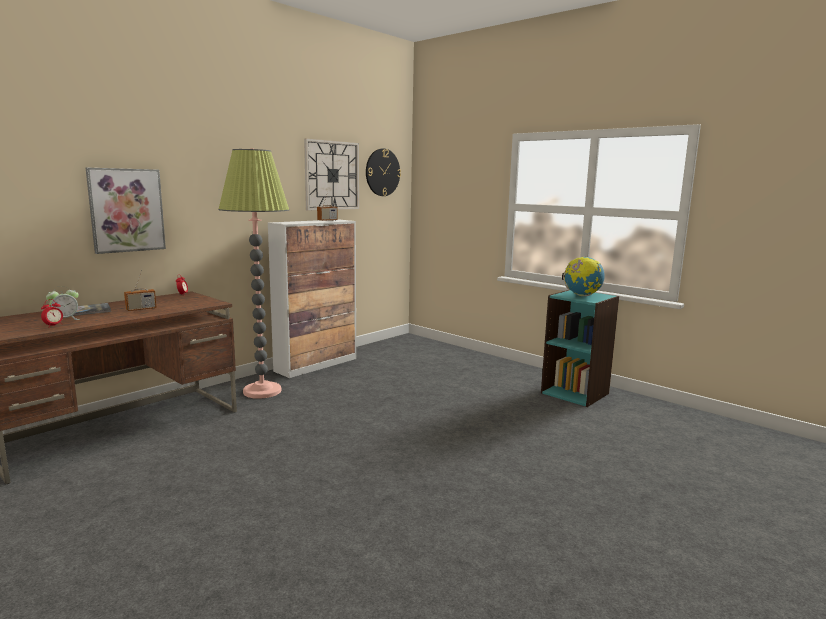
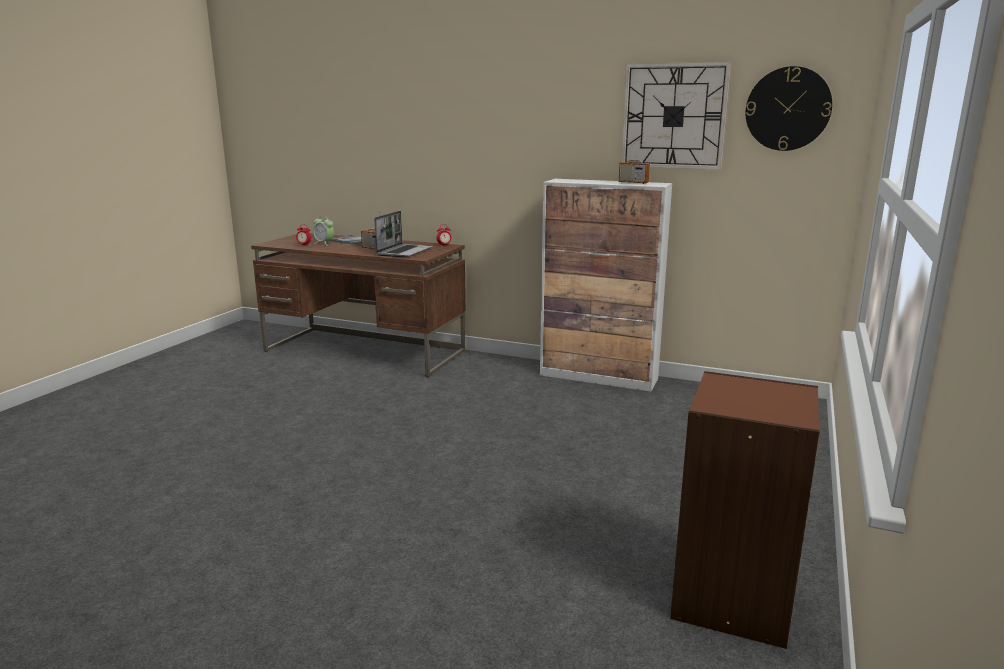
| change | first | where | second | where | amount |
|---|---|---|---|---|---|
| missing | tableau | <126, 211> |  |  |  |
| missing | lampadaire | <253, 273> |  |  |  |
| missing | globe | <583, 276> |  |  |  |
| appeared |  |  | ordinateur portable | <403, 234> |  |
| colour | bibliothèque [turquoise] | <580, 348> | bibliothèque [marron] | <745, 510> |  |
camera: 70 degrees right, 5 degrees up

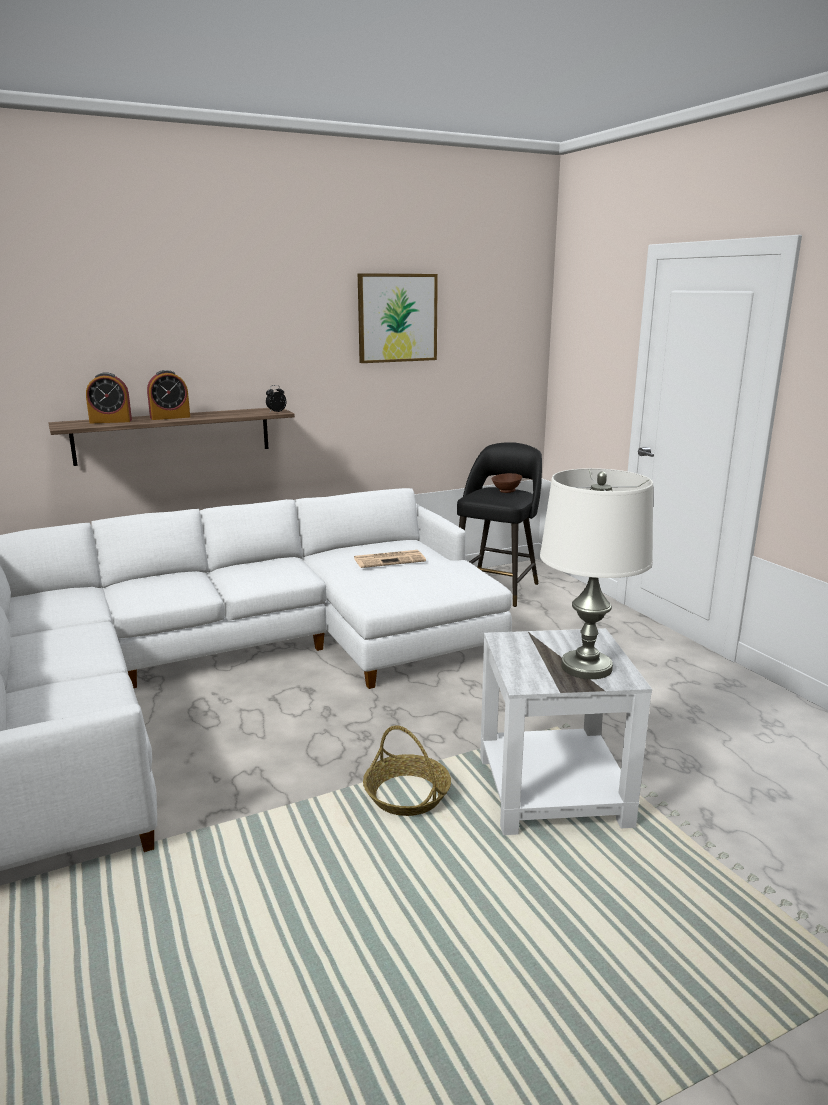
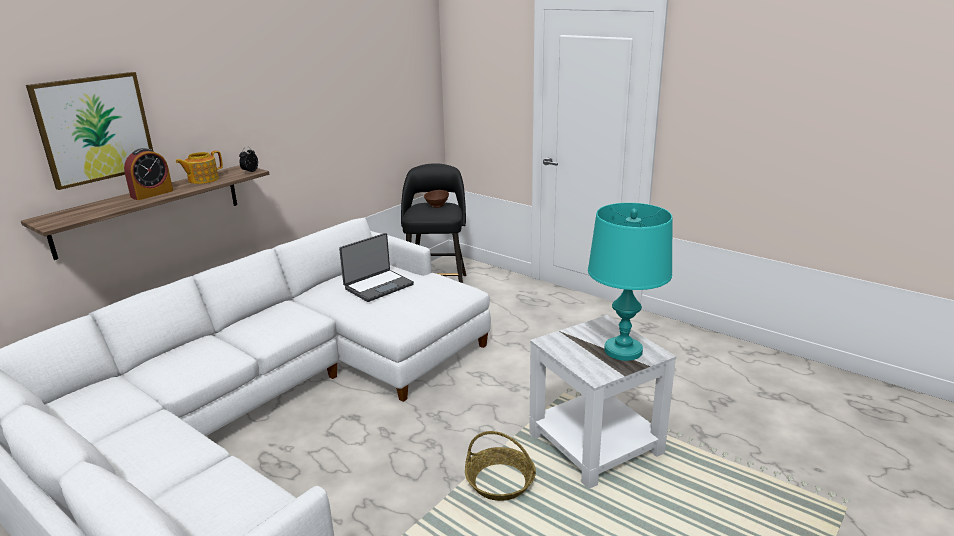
| change | first | where | second | where | amount |
|---|---|---|---|---|---|
| missing | réveil | <109, 398> |  |  |  |
| appeared |  |  | théière | <199, 167> |  |
| relocated | tableau | <398, 318> |  | <89, 131> |  |
| exchanged | journal | <390, 559> | ordinateur portable | <376, 267> |  |
| colour | lampe de table [blanc] | <596, 573> | lampe de table [turquoise] | <630, 282> |  |
camera: 25 degrees left, 5 degrees up

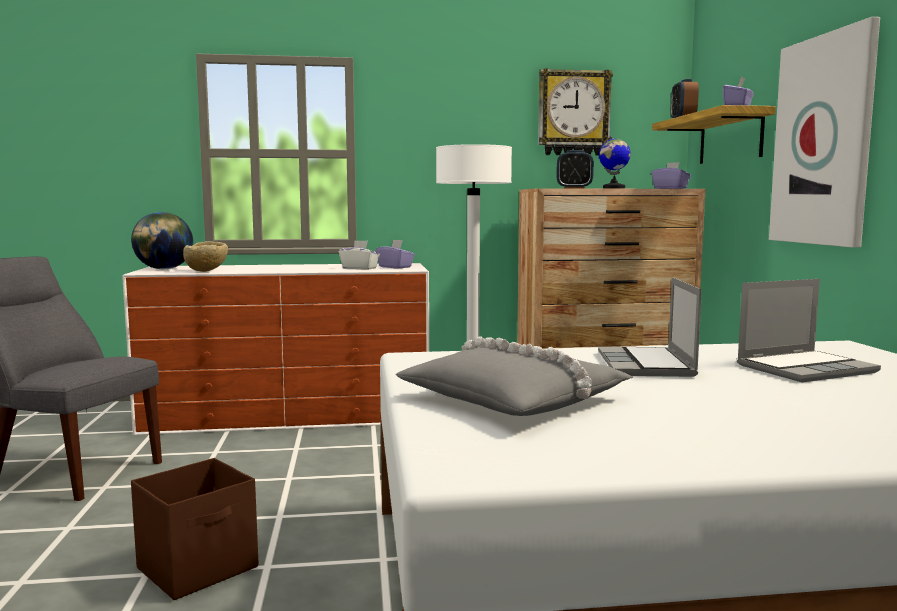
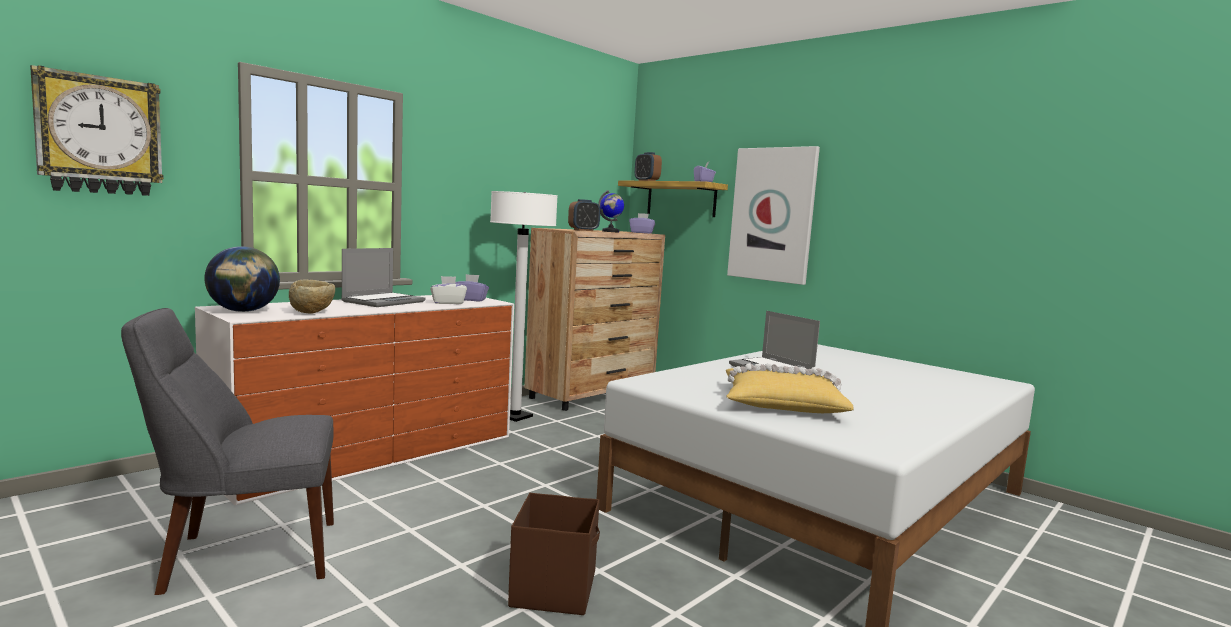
| change | first | where | second | where | amount |
|---|---|---|---|---|---|
| relocated | horloge murale | <575, 112> |  | <97, 130> |  |
| relocated | ordinateur portable | <809, 330> |  | <383, 277> |  |
| colour | coussin [gris] | <514, 376> | coussin [jaune] | <790, 388> |  |
camera: 40 degrees left, 0 degrees up

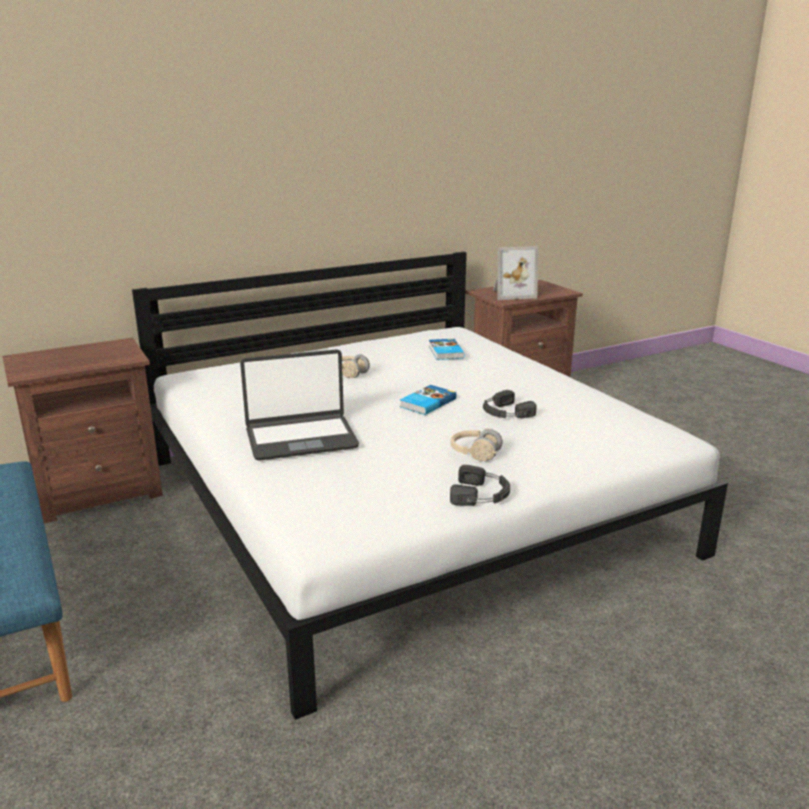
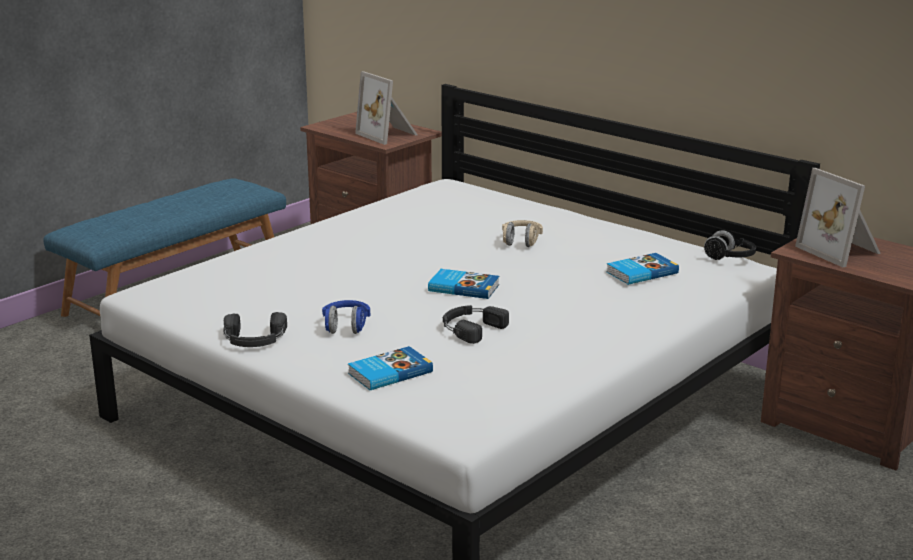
| change | first | where | second | where | amount |
|---|---|---|---|---|---|
| missing | ordinateur portable | <299, 405> |  |  |  |
| appeared |  |  | livre | <390, 368> |  |
| appeared |  |  | cadre photo | <386, 108> |  |
| appeared |  |  | casque audio [noir] | <730, 245> |  |
| colour | casque audio [beige] | <476, 444> | casque audio [bleu] | <346, 317> |  |
camera: 70 degrees right, 0 degrees up

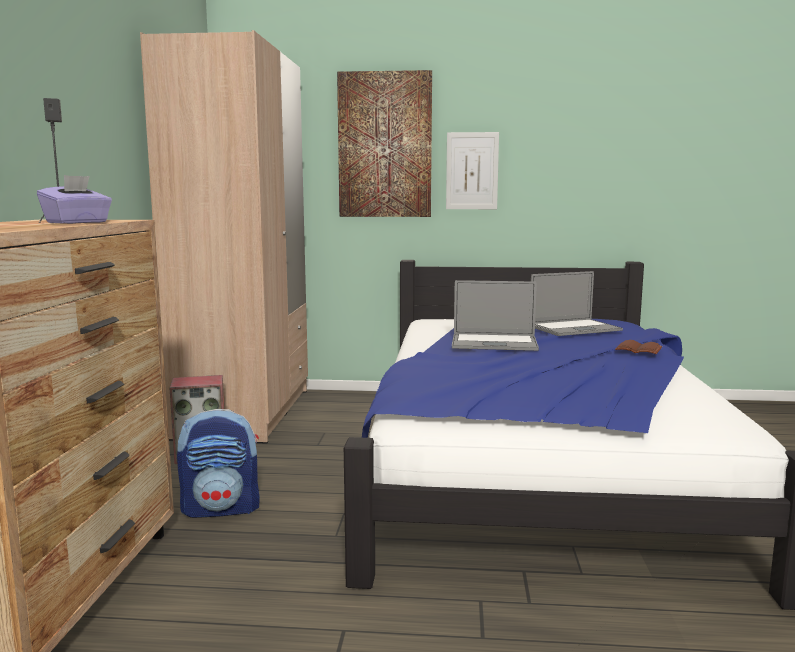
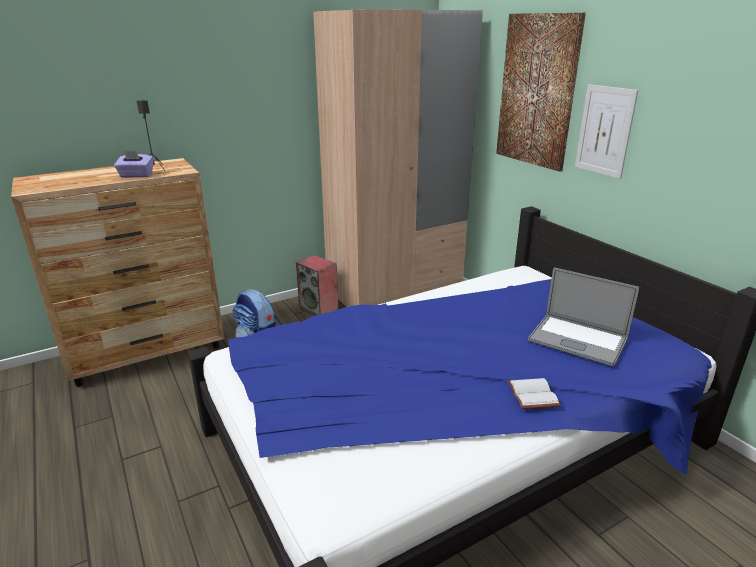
| change | first | where | second | where | amount |
|---|---|---|---|---|---|
| missing | ordinateur portable | <495, 315> |  |  |  |
| colour | livre [marron] | <638, 347> | livre [blanc] | <534, 393> |  |
camera: 55 degrees right, 15 degrees up

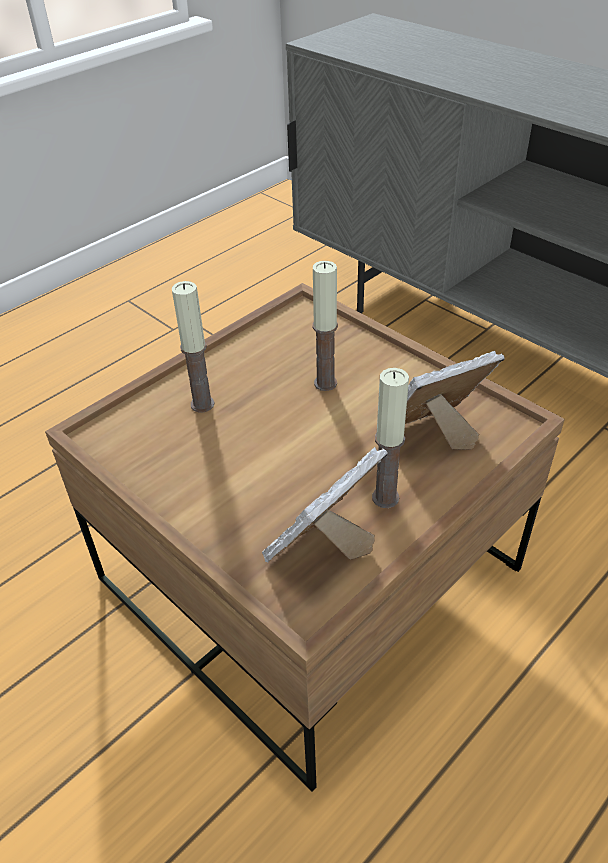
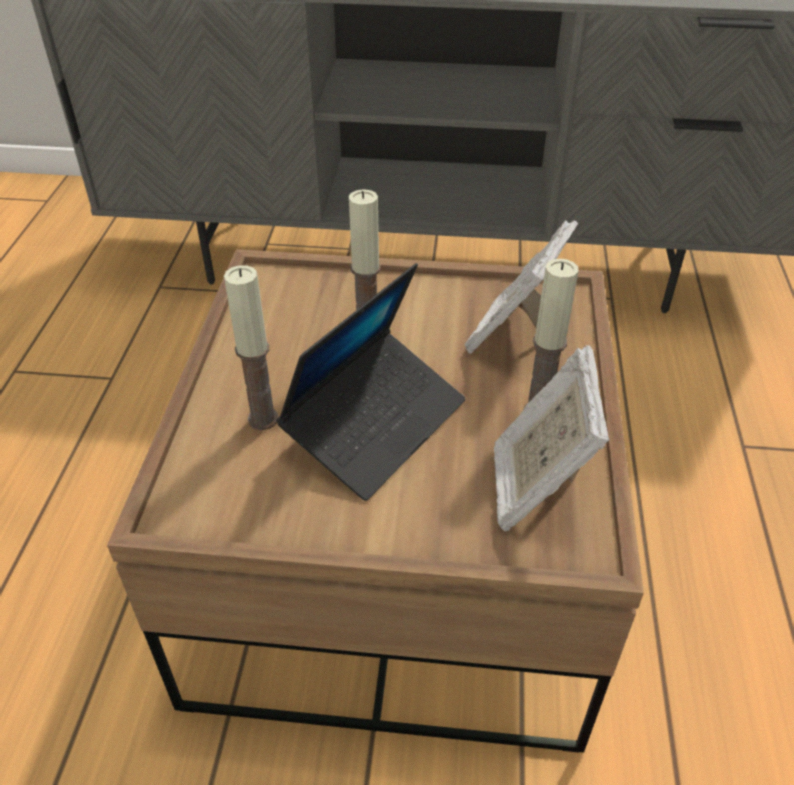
| change | first | where | second | where | amount |
|---|---|---|---|---|---|
| appeared |  |  | ordinateur portable | <370, 382> |  |
camera: 40 degrees left, 0 degrees up

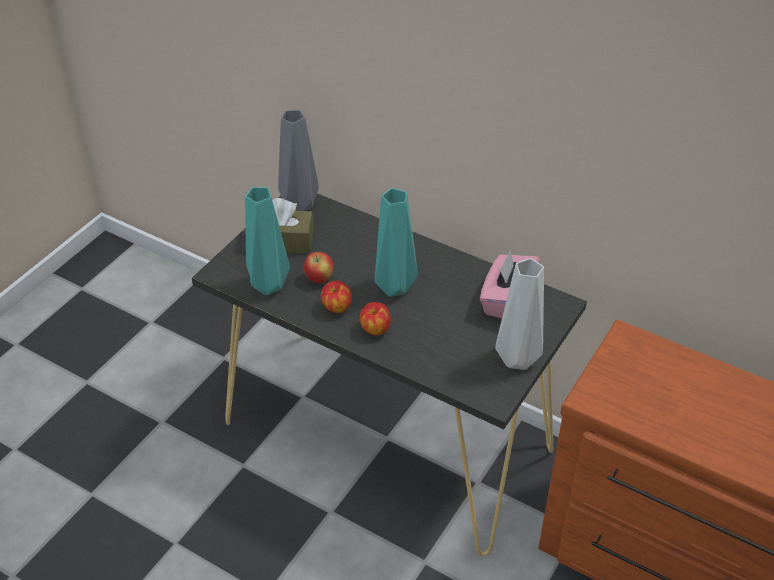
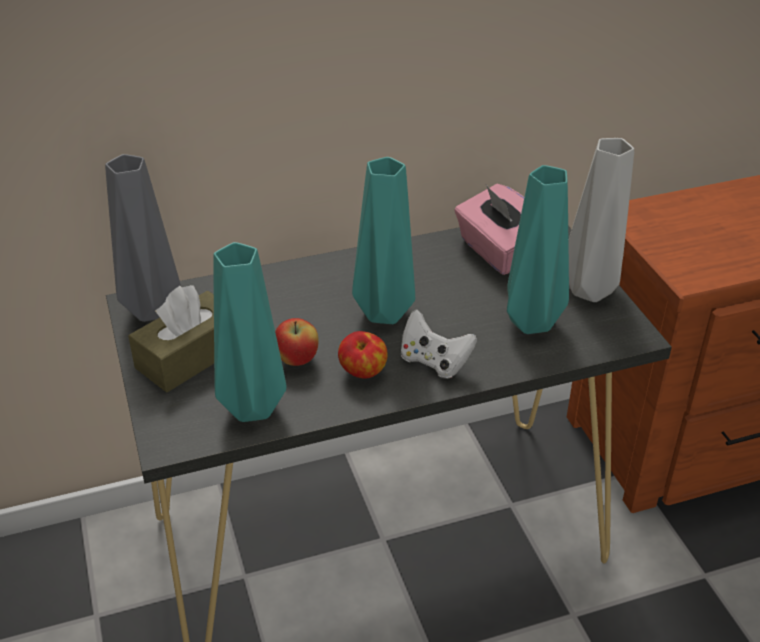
| change | first | where | second | where | amount |
|---|---|---|---|---|---|
| appeared |  |  | vase [turquoise] | <538, 249> |  |
| exchanged | pomme | <375, 318> | manette [blanc] | <439, 344> |  |
camera: 50 degrees left, 5 degrees down

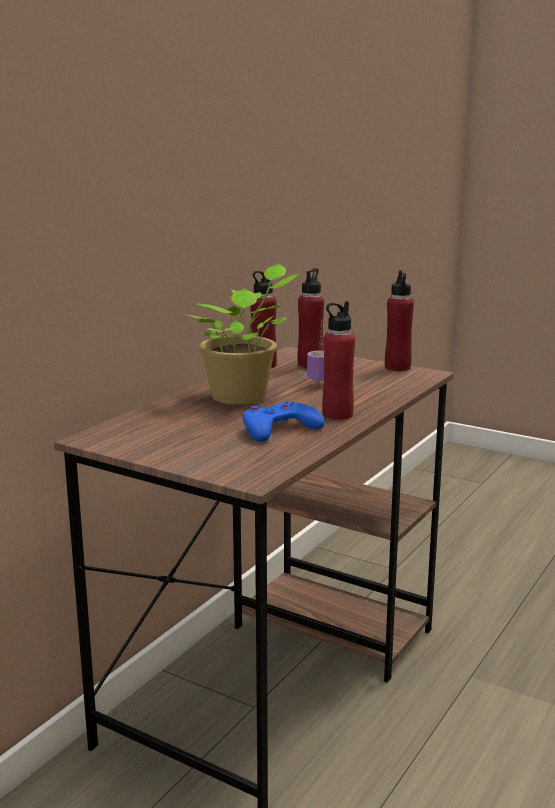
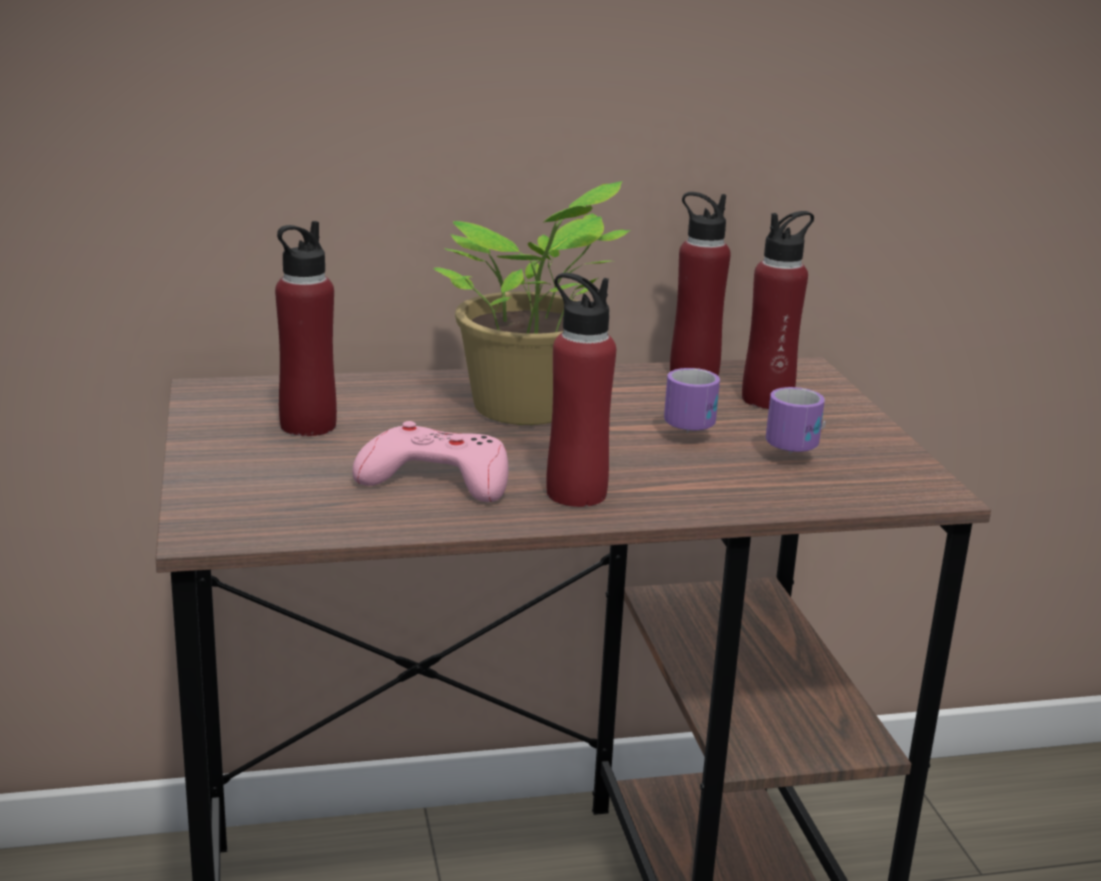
| change | first | where | second | where | amount |
|---|---|---|---|---|---|
| appeared |  |  | mug | <796, 420> |  |
| relocated | bouteille [rouge] | <399, 321> |  | <306, 328> |  |
| colour | manette [bleu] | <283, 422> | manette [rose] | <430, 461> |  |
camera: 45 degrees right, 5 degrees up

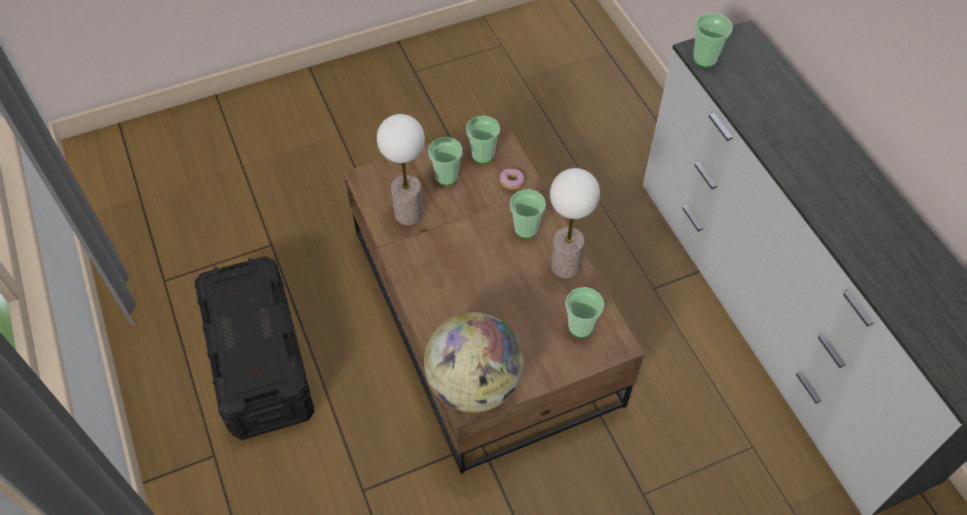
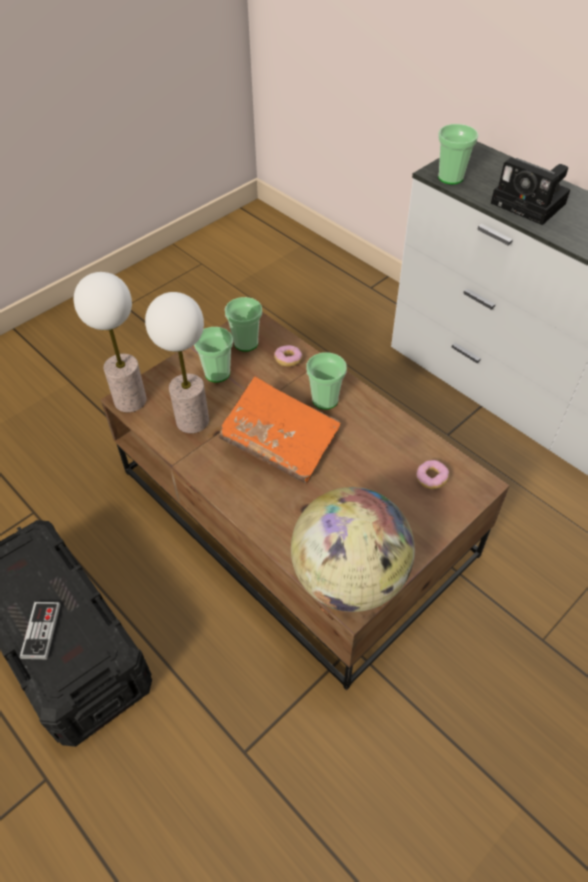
| change | first | where | second | where | amount |
|---|---|---|---|---|---|
| appeared |  |  | manette | <40, 630> |  |
| appeared |  |  | livre [orange] | <279, 429> |  |
| appeared |  |  | appareil photo | <530, 191> |  |
| relocated | lampe de table | <575, 223> |  | <110, 342> |  |
| exchanged | tasse | <584, 312> | beignet | <432, 474> |  |
camera: 20 degrees left, 5 degrees down

